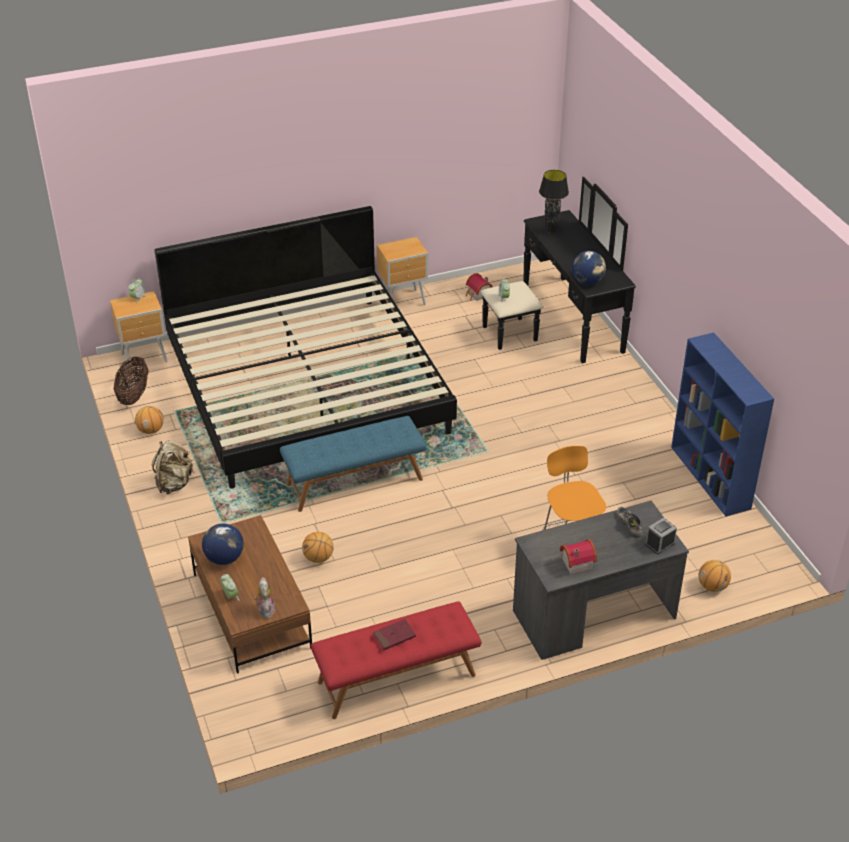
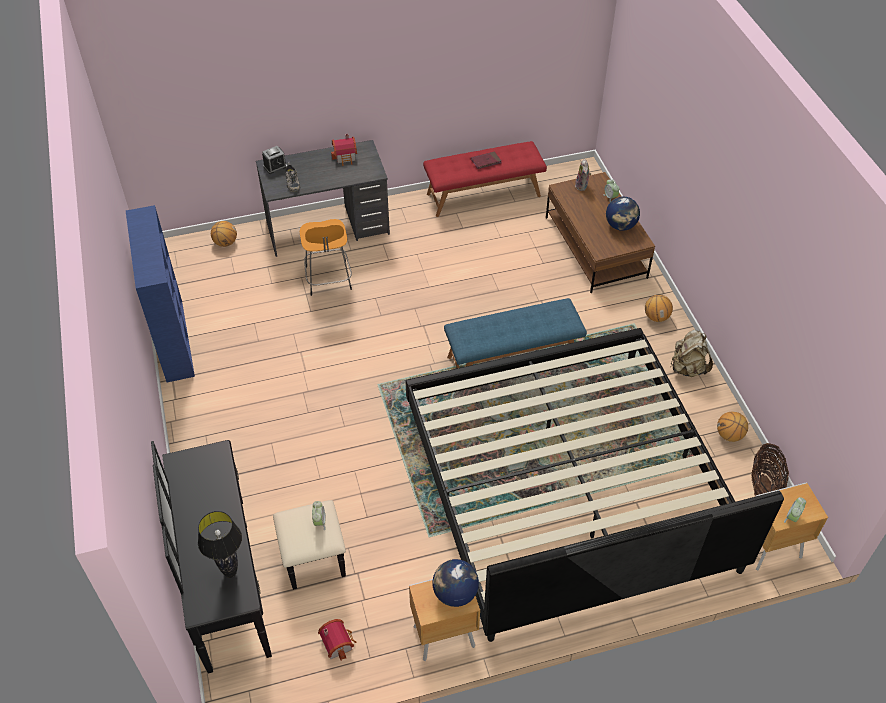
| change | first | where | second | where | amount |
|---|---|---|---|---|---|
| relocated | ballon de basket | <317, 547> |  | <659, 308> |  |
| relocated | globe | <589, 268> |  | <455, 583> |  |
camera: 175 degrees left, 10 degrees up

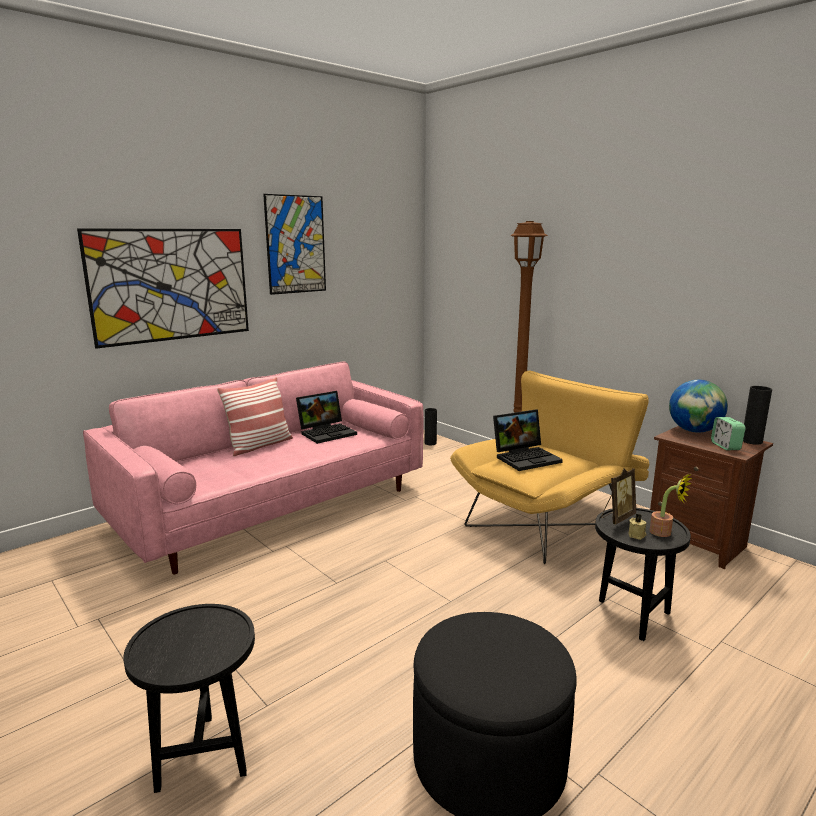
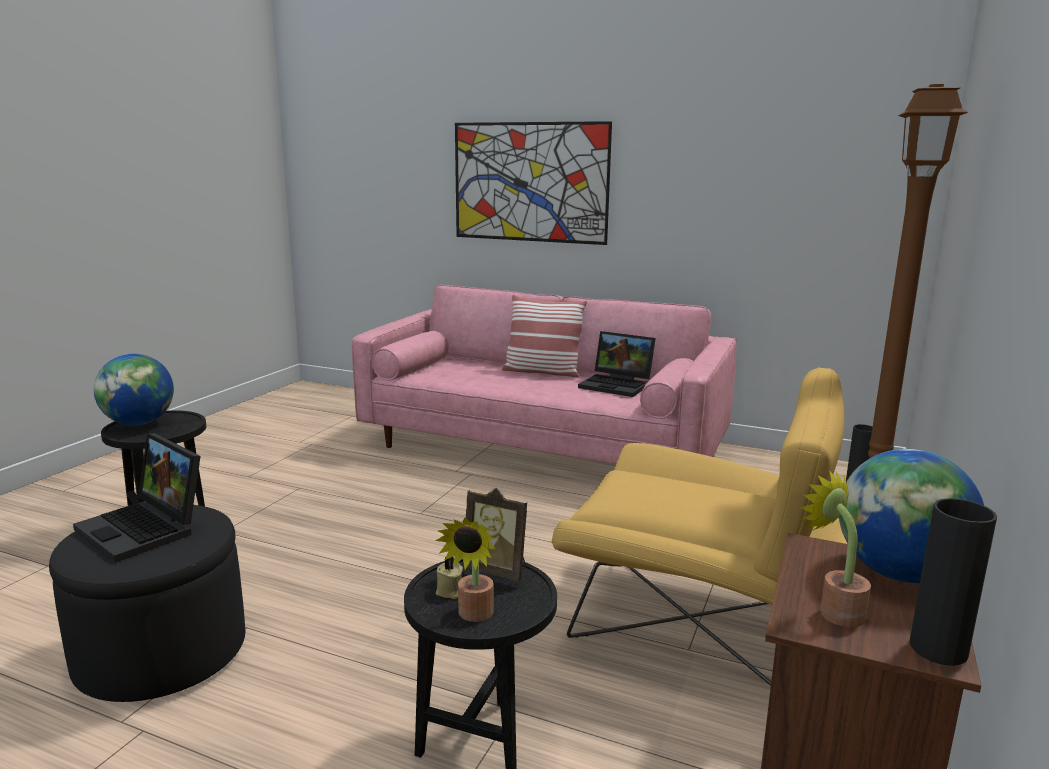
| change | first | where | second | where | amount |
|---|---|---|---|---|---|
| missing | tableau | <294, 244> |  |  |  |
| appeared |  |  | globe | <134, 389> |  |
| relocated | ordinateur portable | <528, 440> |  | <136, 498> |  |
| exchanged | réveil | <728, 434> | plante en pot | <835, 548> |  |
camera: 65 degrees right, 0 degrees up

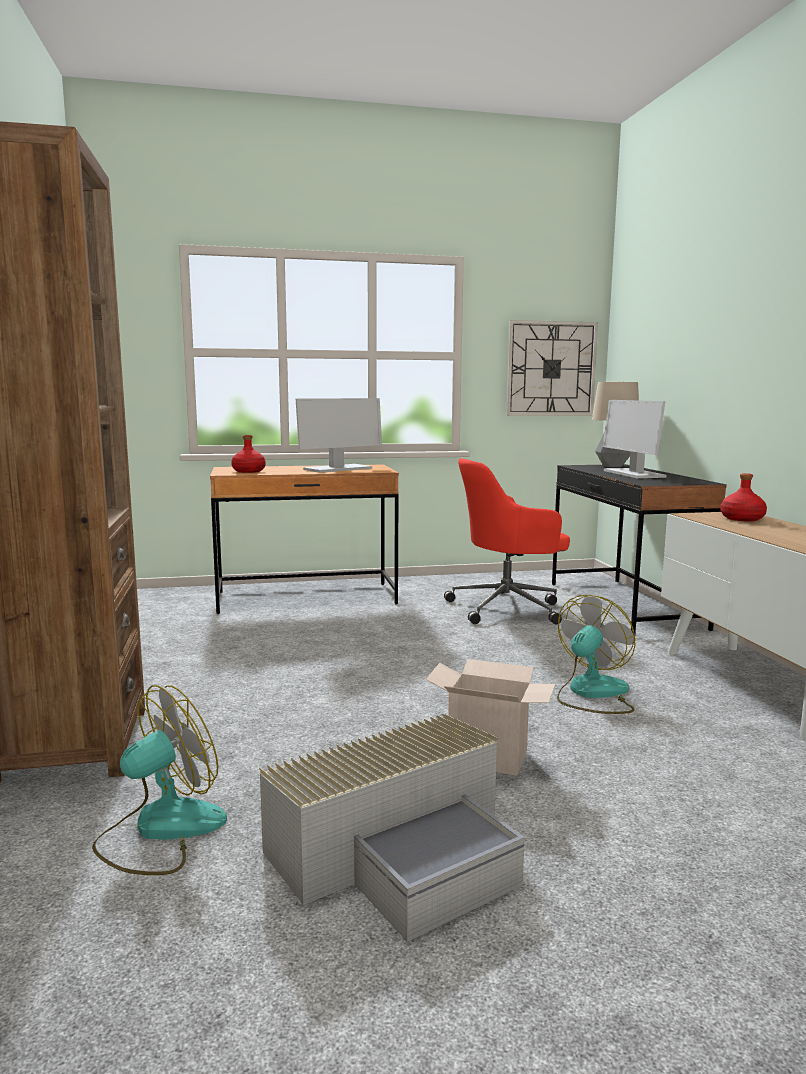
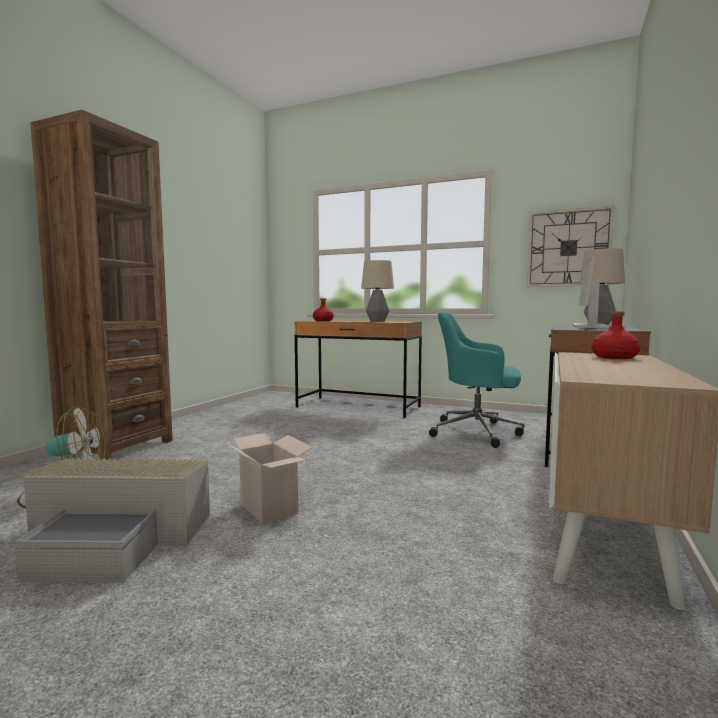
| change | first | where | second | where | amount |
|---|---|---|---|---|---|
| missing | ventilateur | <596, 654> |  |  |  |
| exchanged | écran d'ordinateur | <339, 435> | lampe de table | <377, 291> |  |
| colour | chaise de bureau [rouge] | <507, 541> | chaise de bureau [turquoise] | <476, 380> |  |
camera: 35 degrees right, 5 degrees down

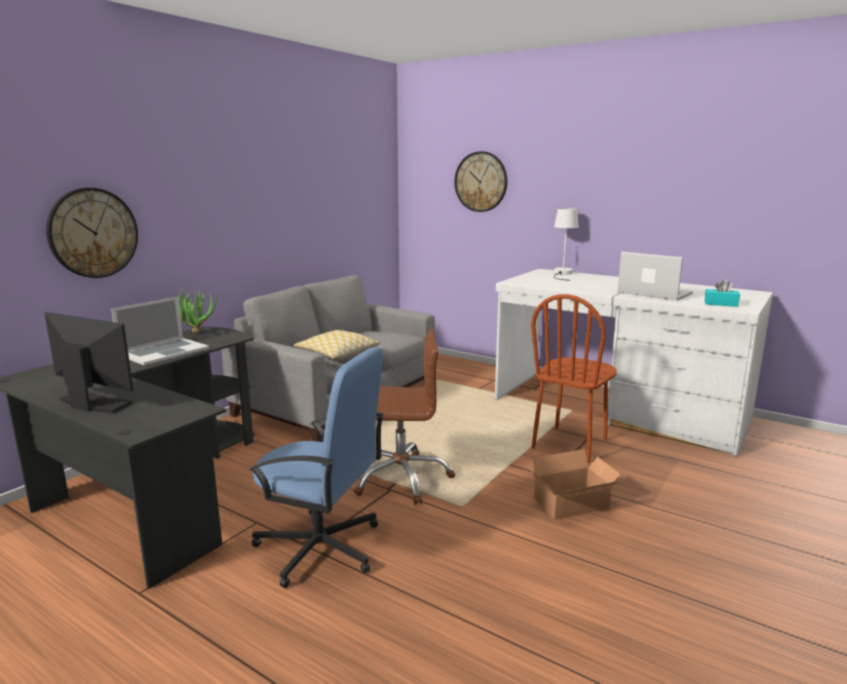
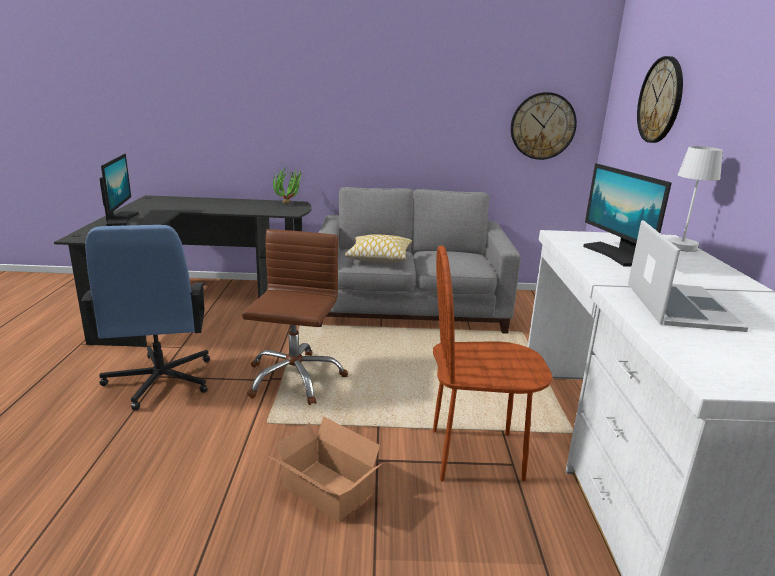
| change | first | where | second | where | amount |
|---|---|---|---|---|---|
| missing | ordinateur portable | <160, 331> |  |  |  |
| missing | boîte à mouchoirs [turquoise] | <722, 293> |  |  |  |
| appeared |  |  | écran d'ordinateur | <627, 214> |  |
| relocated | horloge murale | <92, 233> |  | <544, 126> |  |
| spun | chaise de bureau [marron] | <404, 417> |  | <295, 317> | 135 degrees counterclockwise |
camera: 55 degrees right, 5 degrees up

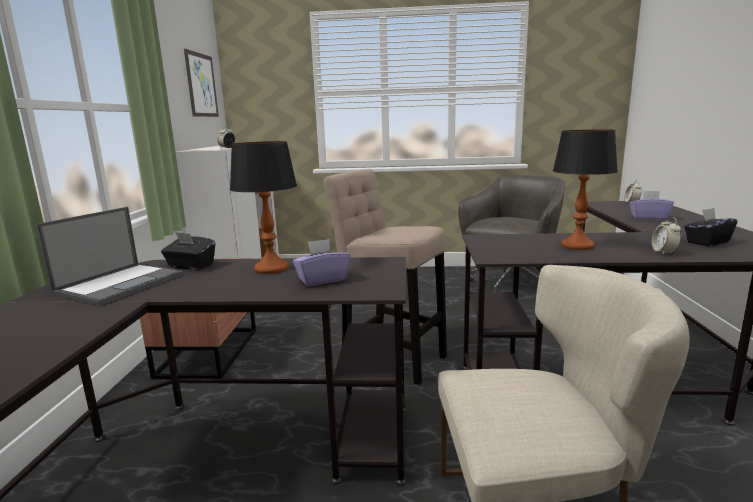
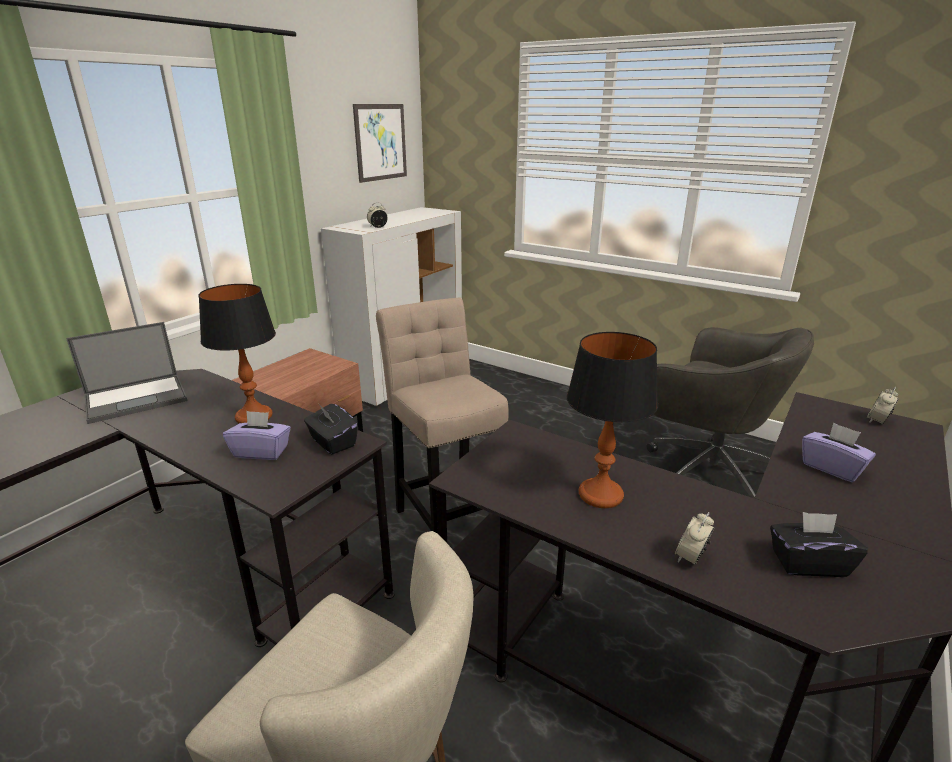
| change | first | where | second | where | amount |
|---|---|---|---|---|---|
| relocated | boîte à mouchoirs [noir] | <188, 251> |  | <331, 429> |  |
| spun | chaise de bureau [gris] | <511, 233> |  | <730, 412> | 60 degrees clockwise |
camera: 30 degrees right, 10 degrees up

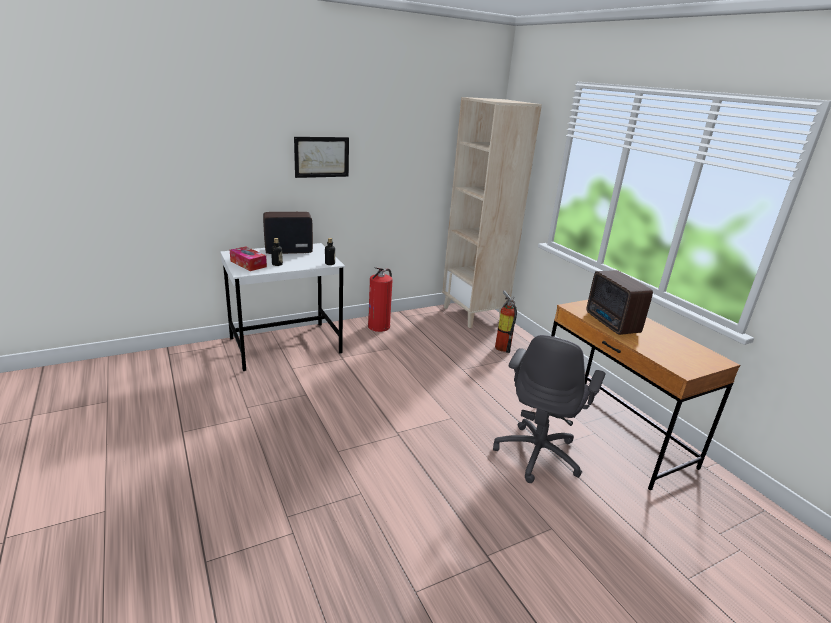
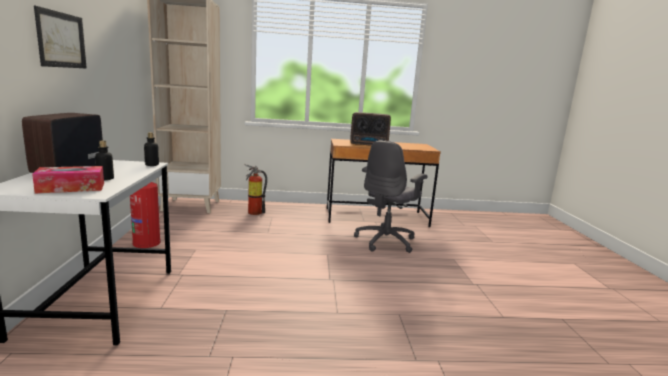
| change | first | where | second | where | amount |
|---|---|---|---|---|---|
| spun | chaise de bureau [gris] | <549, 409> |  | <390, 196> | 75 degrees clockwise |
camera: 65 degrees left, 10 degrees down

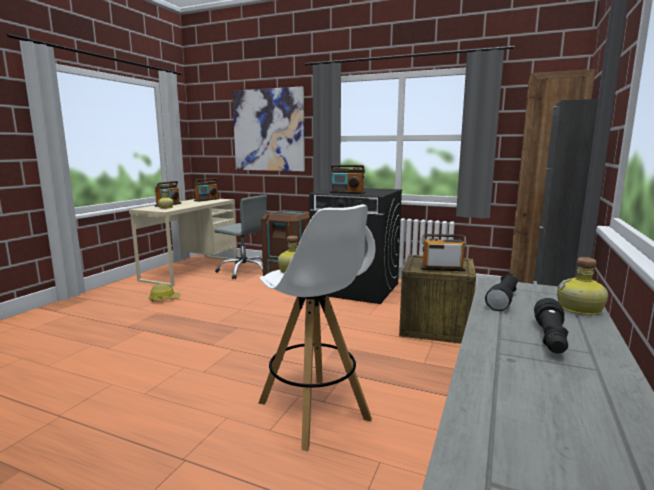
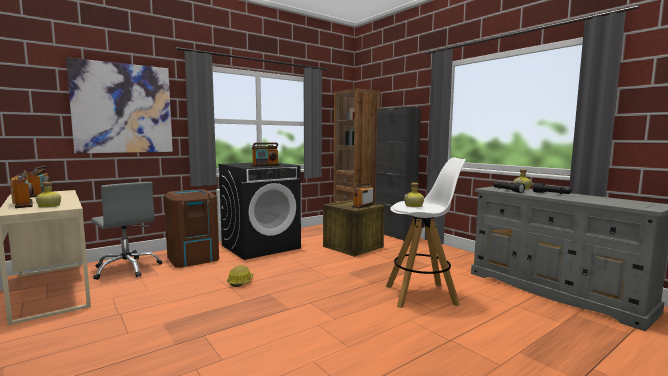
| change | first | where | second | where | amount |
|---|---|---|---|---|---|
| relocated | casque de chantier | <165, 292> |  | <240, 276> |  |
| spun | chaise de bureau [gris] | <240, 237> |  | <126, 231> | 75 degrees clockwise |
camera: 60 degrees left, 5 degrees down

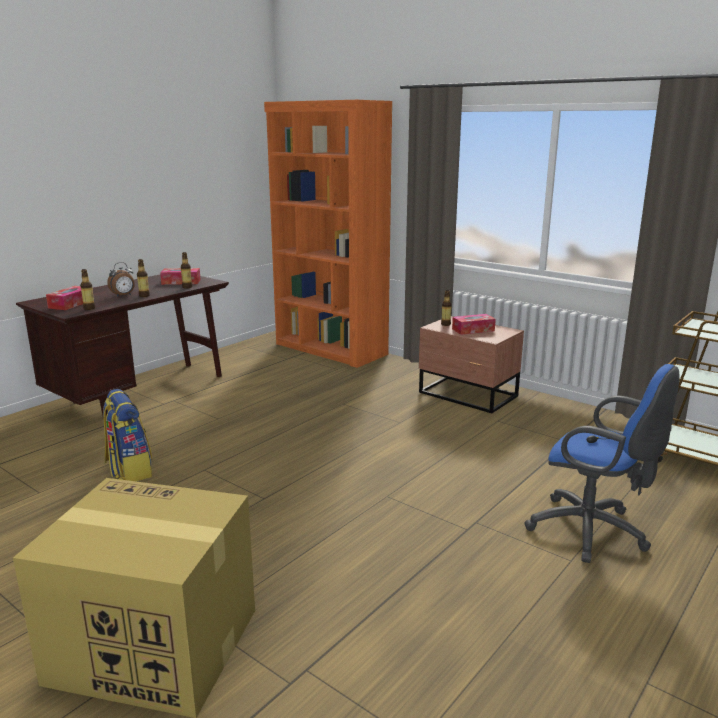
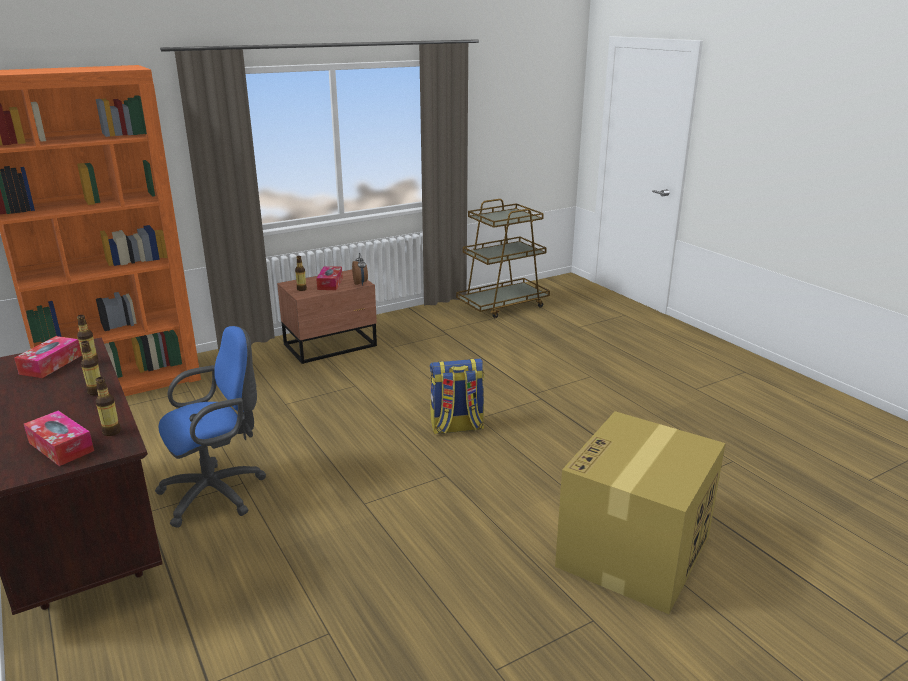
| change | first | where | second | where | amount |
|---|---|---|---|---|---|
| relocated | sac à dos | <127, 435> |  | <457, 396> |  |
| relocated | réveil | <121, 279> |  | <360, 269> |  |
| relocated | chaise de bureau [bleu] | <601, 463> |  | <210, 427> |  |
camera: 70 degrees left, 5 degrees up

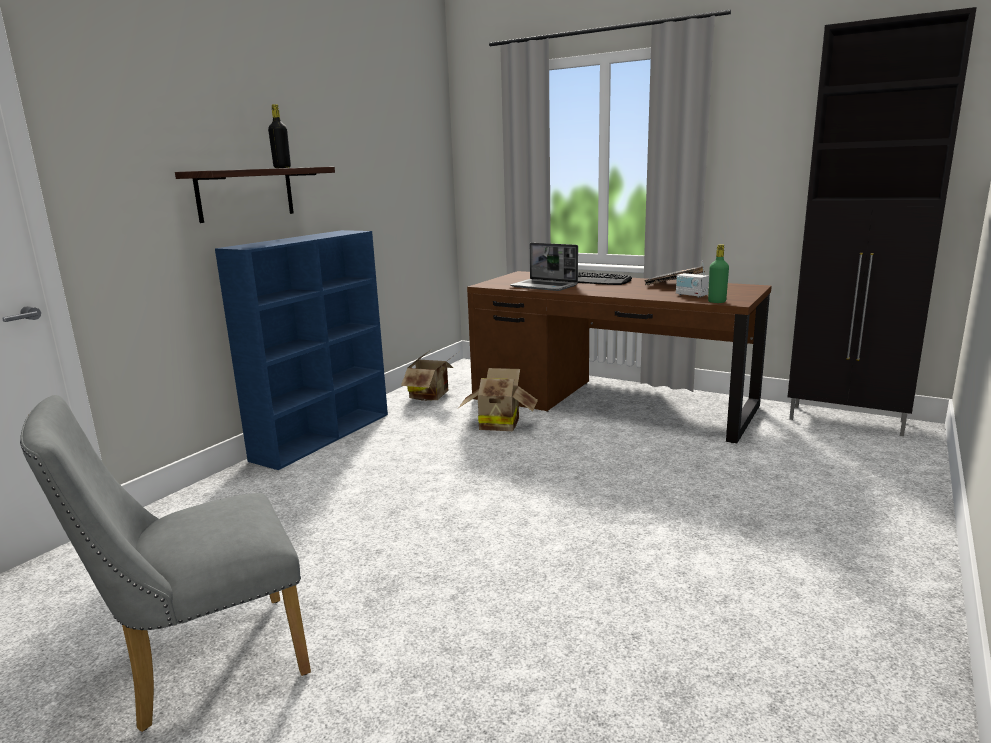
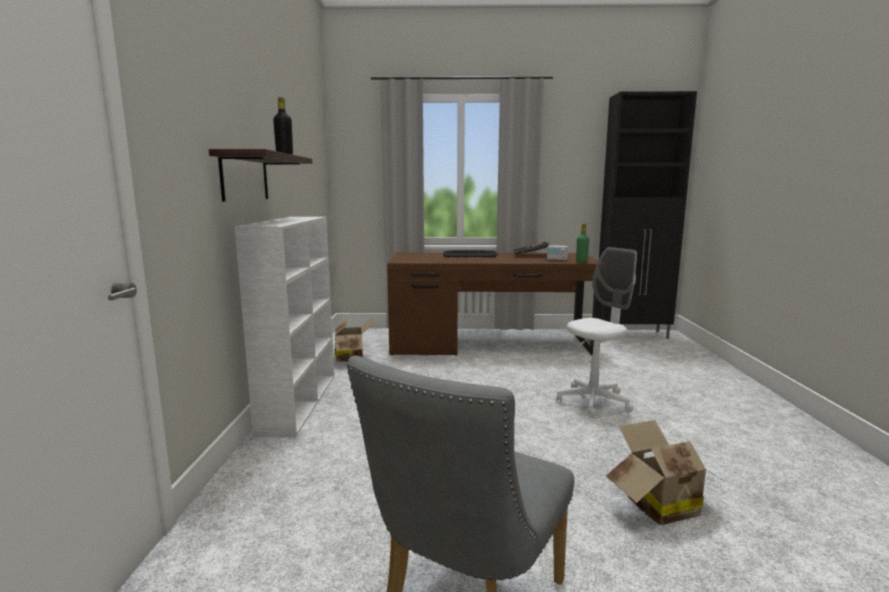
| change | first | where | second | where | amount |
|---|---|---|---|---|---|
| missing | ordinateur portable | <544, 267> |  |  |  |
| appeared |  |  | chaise de bureau [blanc] | <596, 332> |  |
| relocated | carton | <498, 399> |  | <666, 472> |  |
| colour | bibliothèque [bleu] | <301, 350> | bibliothèque [blanc] | <284, 327> |  |
camera: 30 degrees left, 5 degrees down

